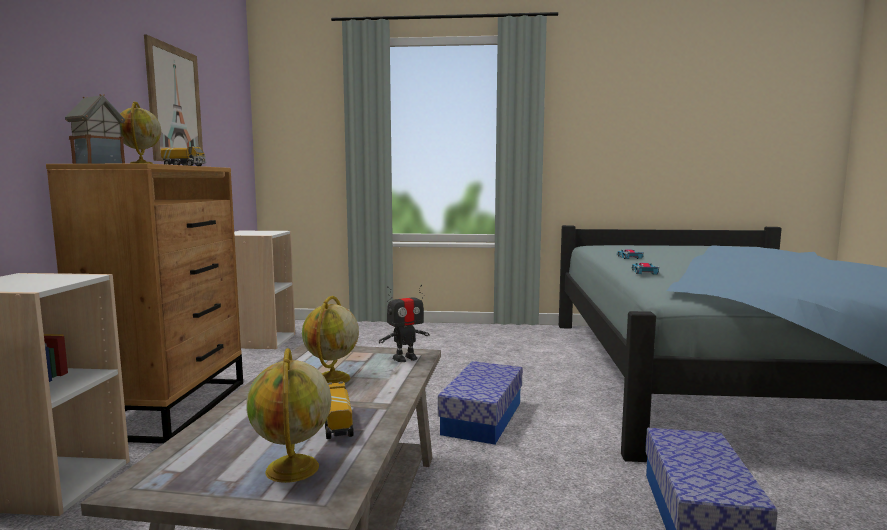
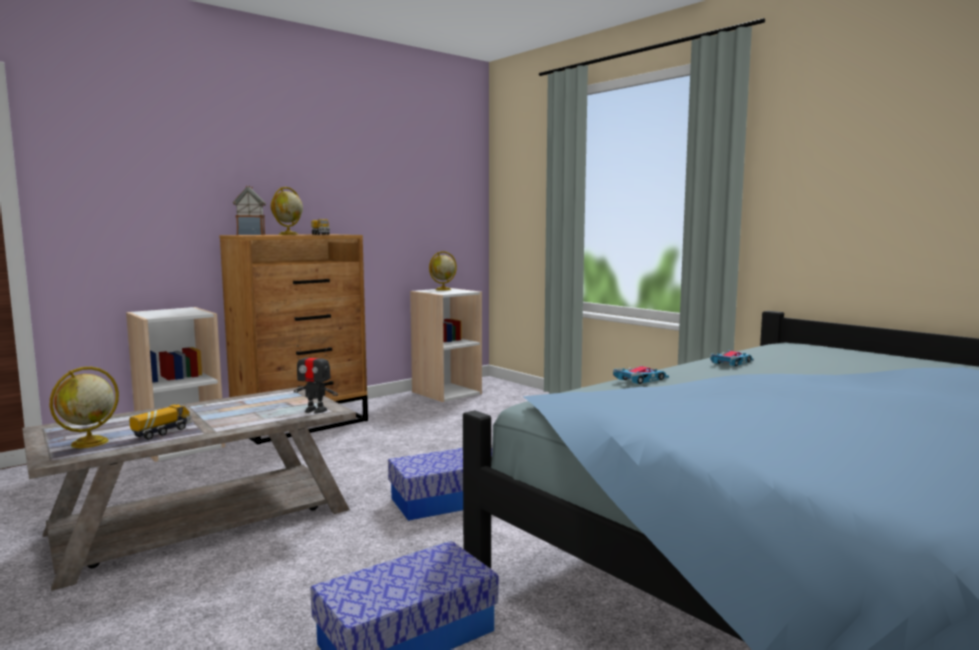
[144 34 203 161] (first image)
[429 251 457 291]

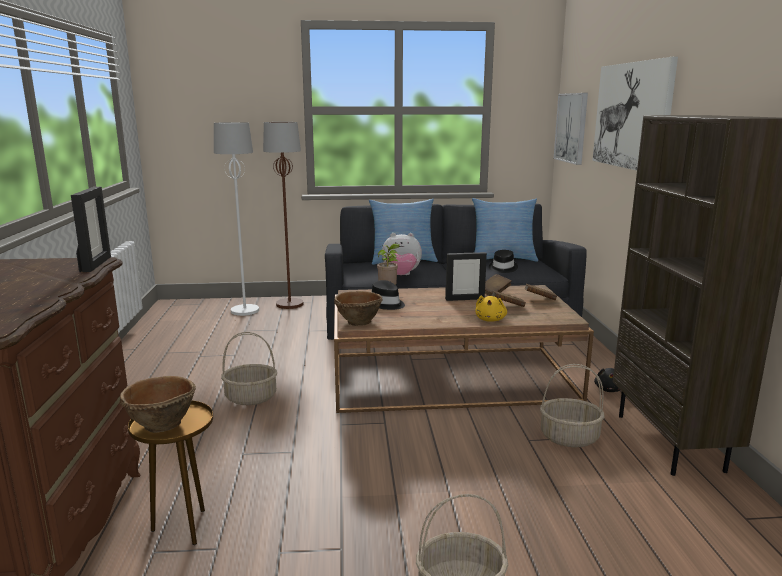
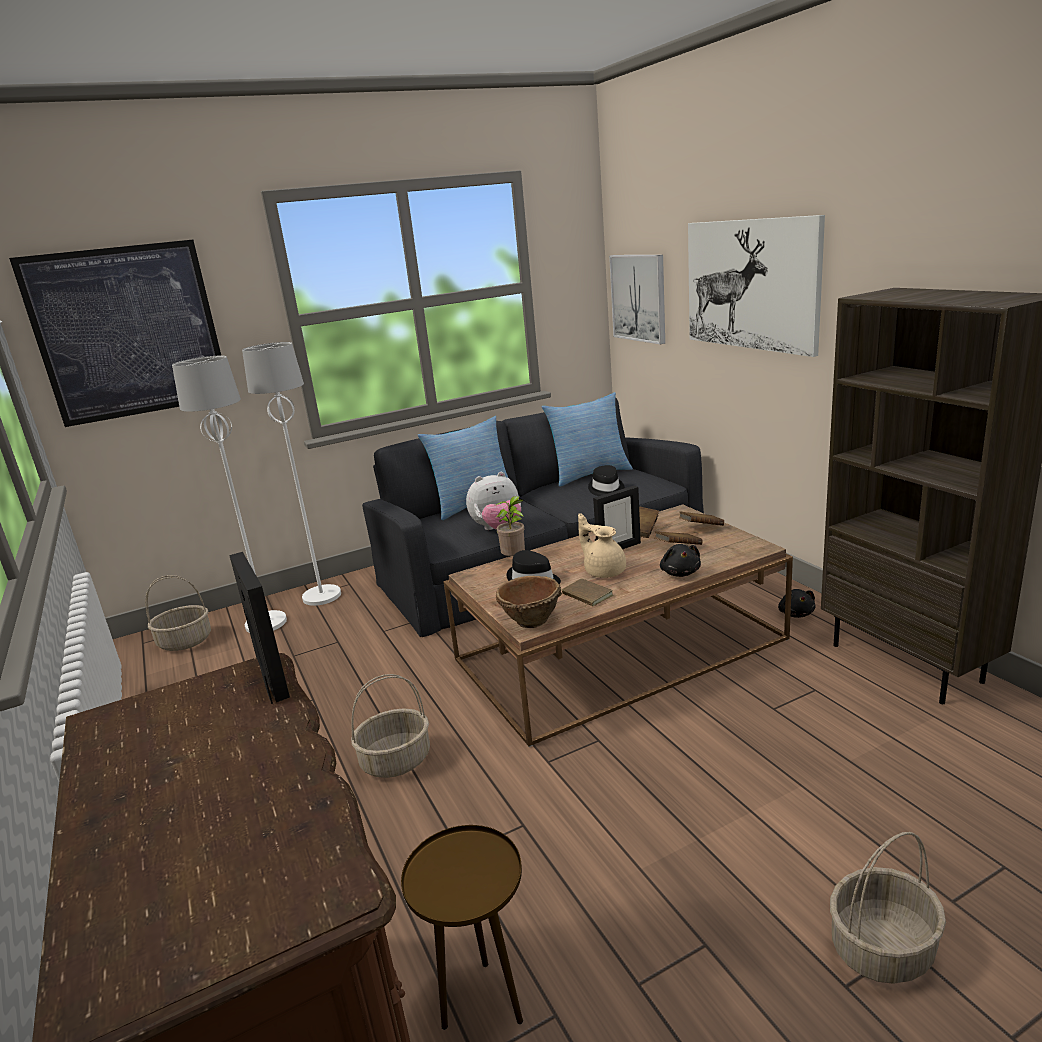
[242 342 341 606]
[660 544 701 577]
[145 575 211 651]
[120 376 196 433] (first image)
[9 240 221 427]
[578 513 626 578]
[562 578 613 606]

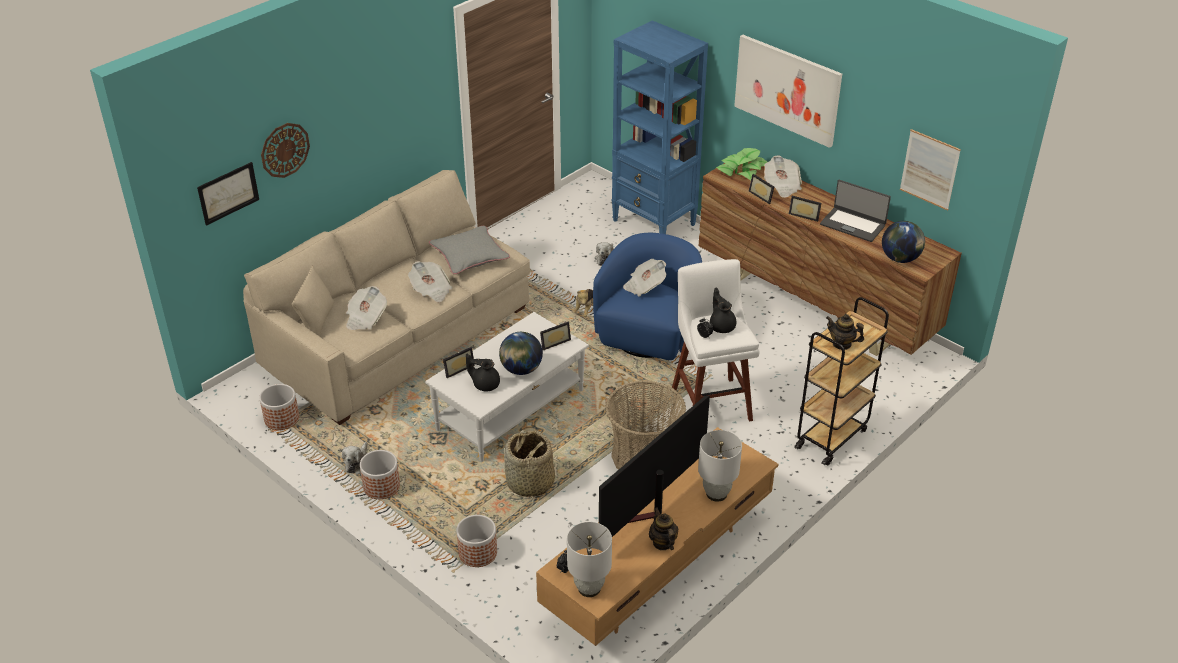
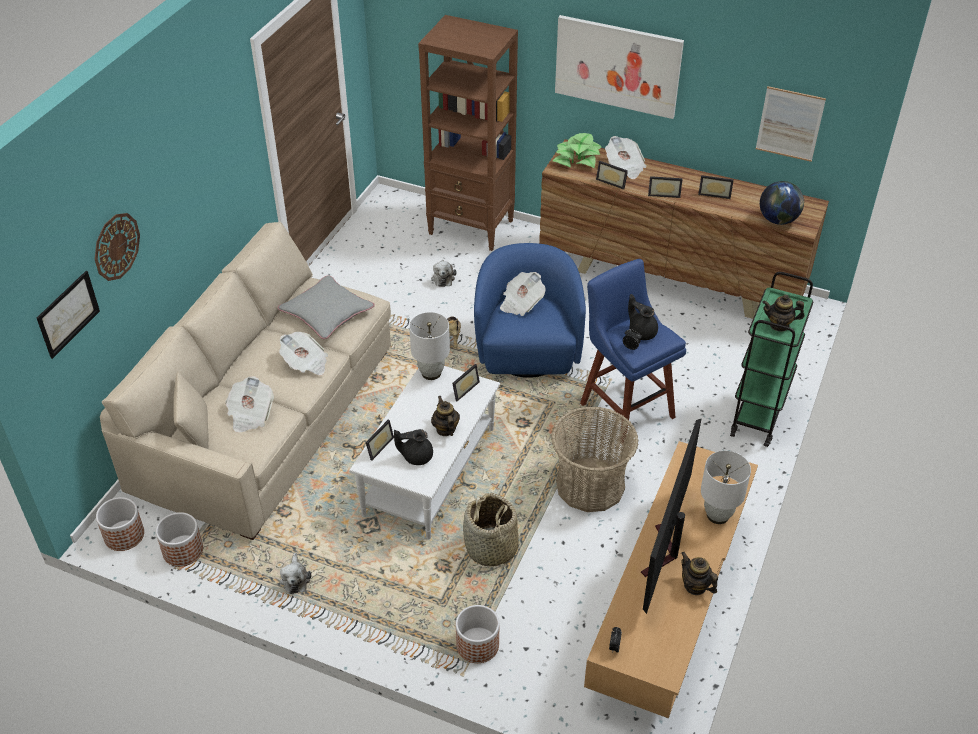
[418 15 518 251]
[698 175 734 199]
[580 259 686 444]
[730 272 813 447]
[431 396 460 436]
[96 497 144 551]
[409 312 450 380]

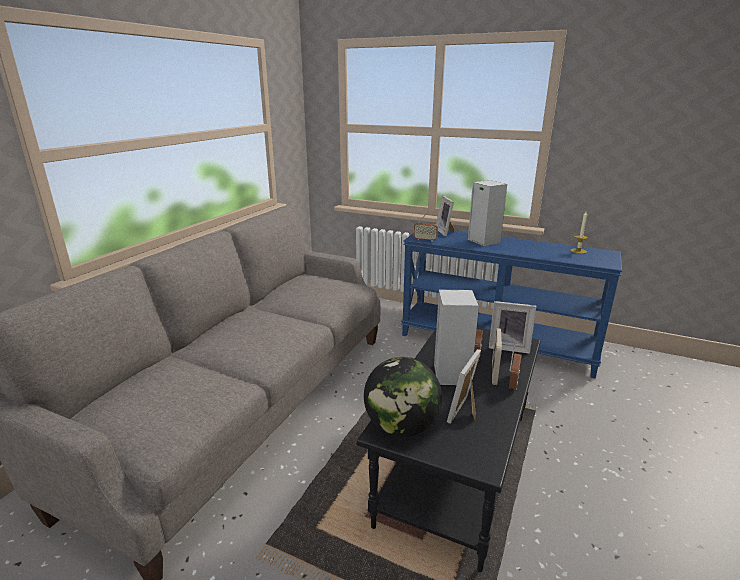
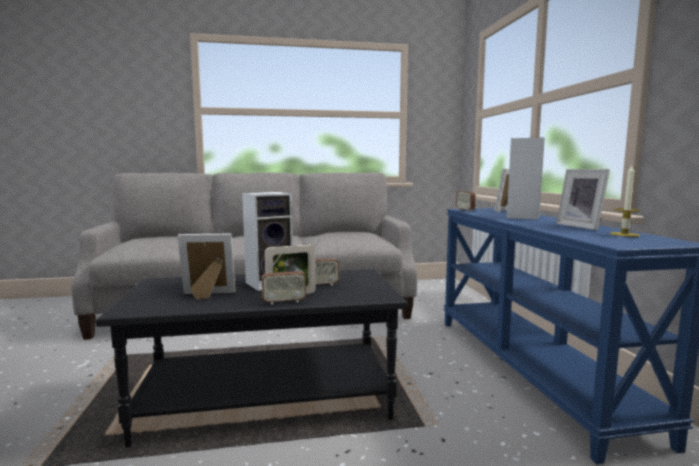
[556 169 610 230]
[364 357 442 437] (first image)

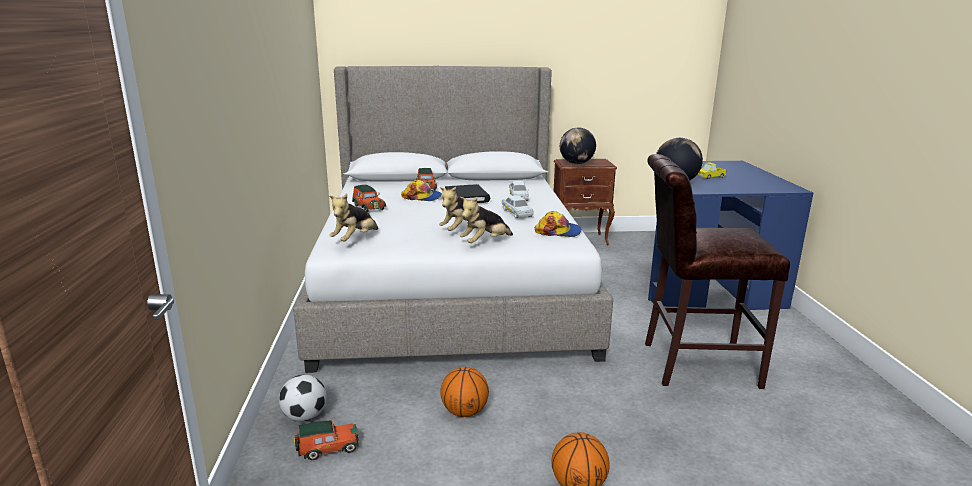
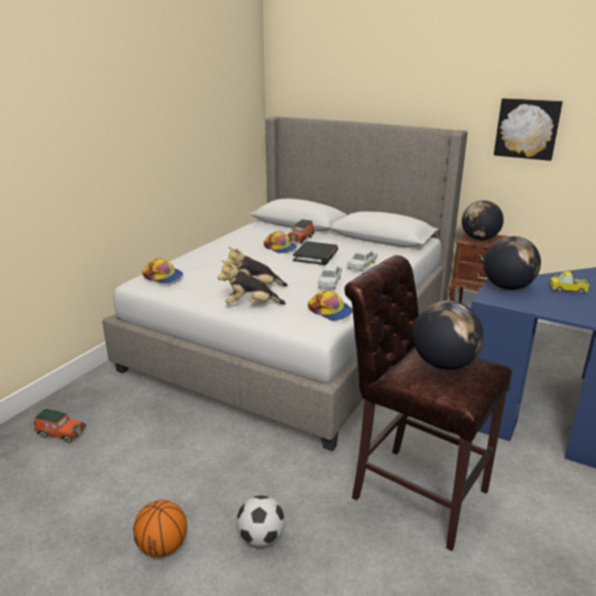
[352 185 386 212] (first image)
[142 258 183 284]
[440 367 489 417] (first image)
[237 495 285 547]
[494 98 563 161]
[413 301 484 370]

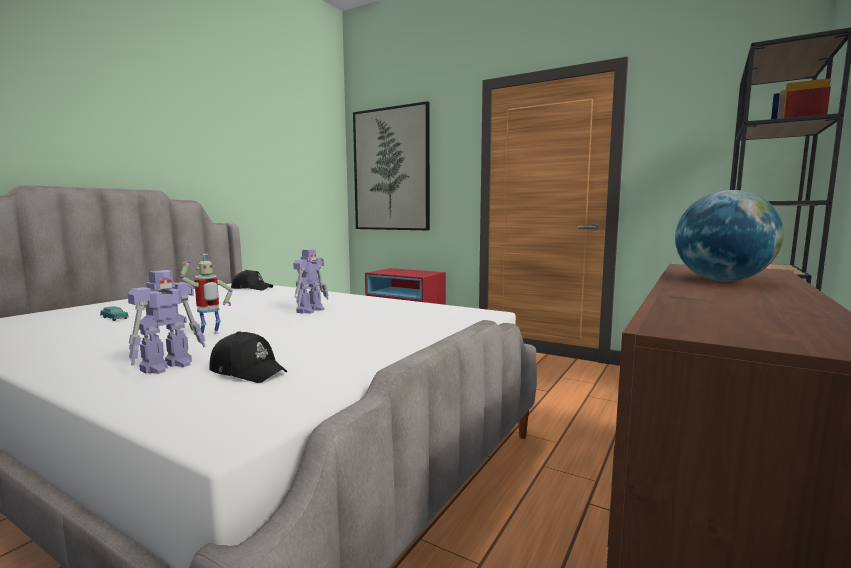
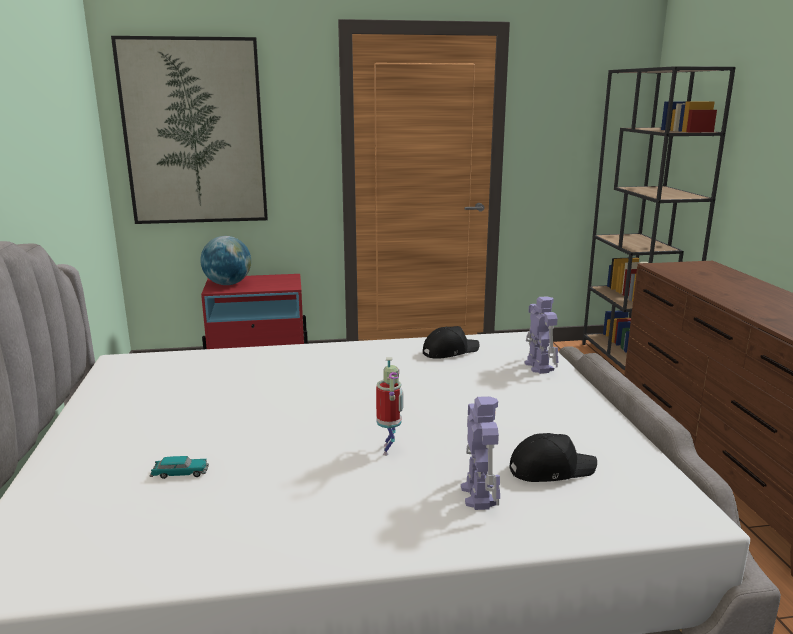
[200 236 251 285]
[525 296 558 374]
[423 326 479 359]

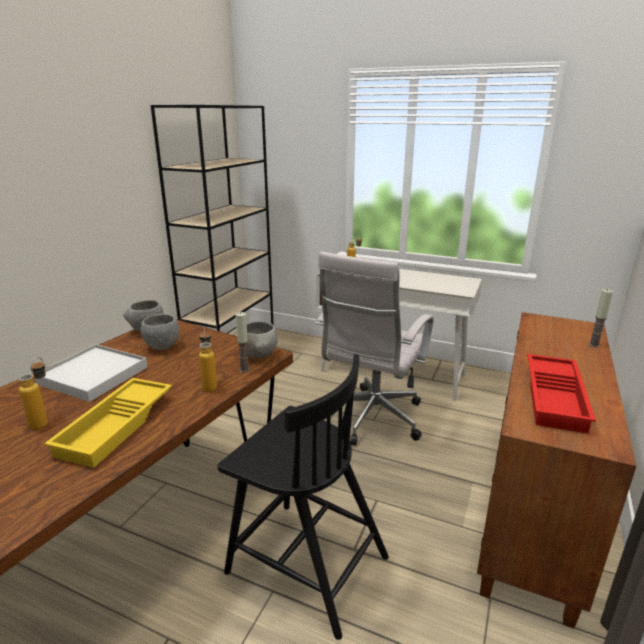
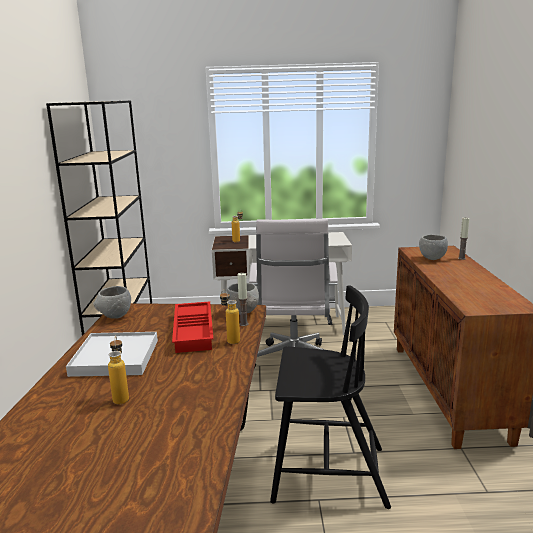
[419 234 448 260]
[172 301 213 353]
[44 378 172 468] (first image)

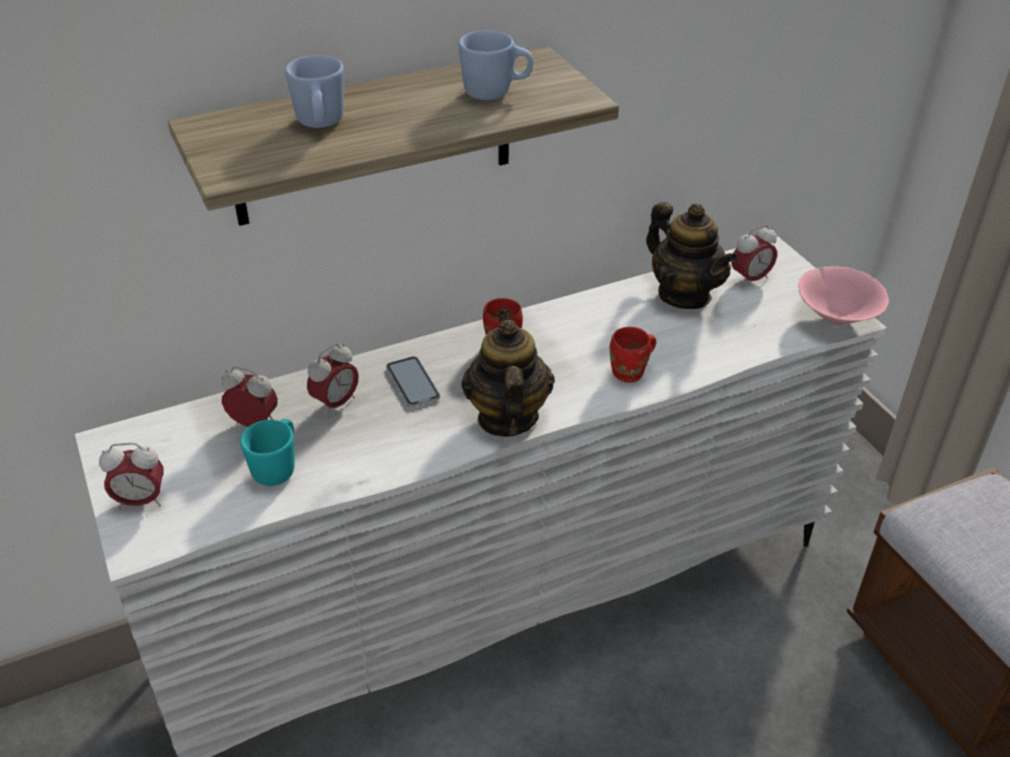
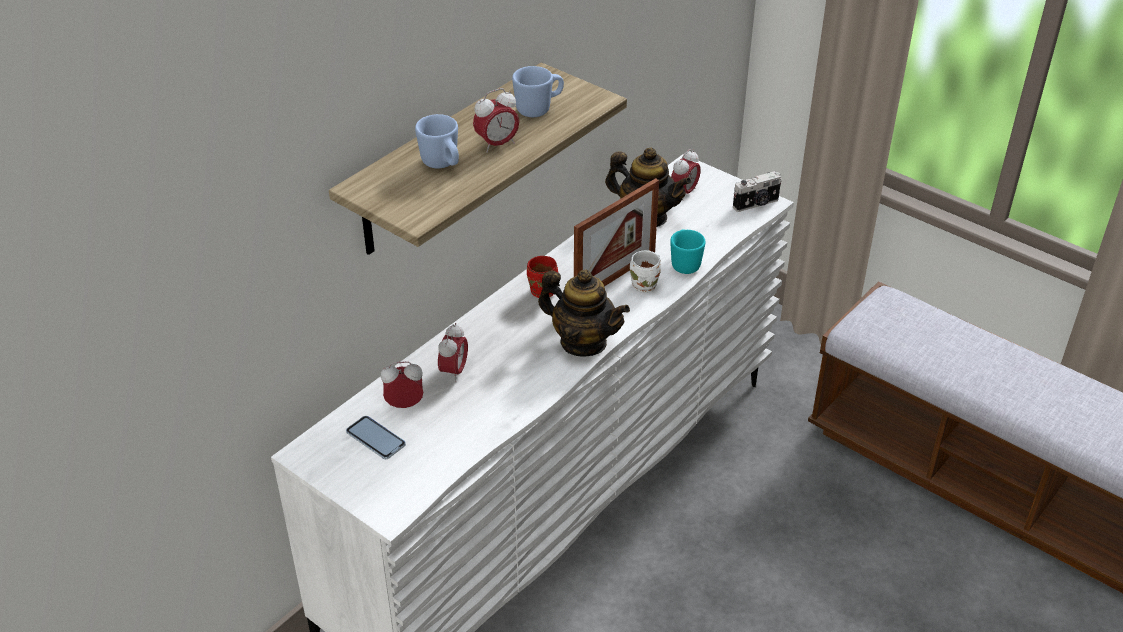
[733 171 781 212]
[538 270 630 357]
[630 250 661 293]
[346 416 406 459]
[670 229 706 274]
[473 88 519 153]
[574 178 659 287]

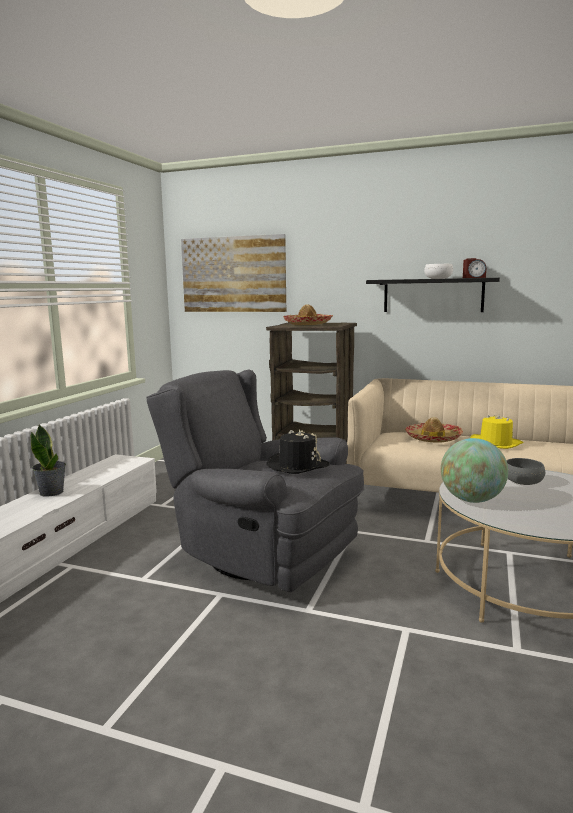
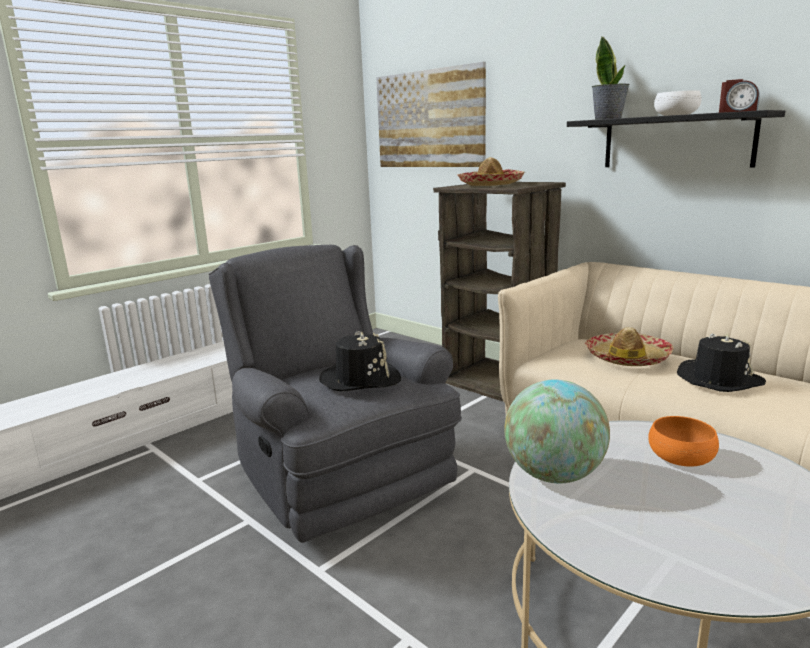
[677 334 766 392]
[592 37 630 120]
[648 416 719 466]

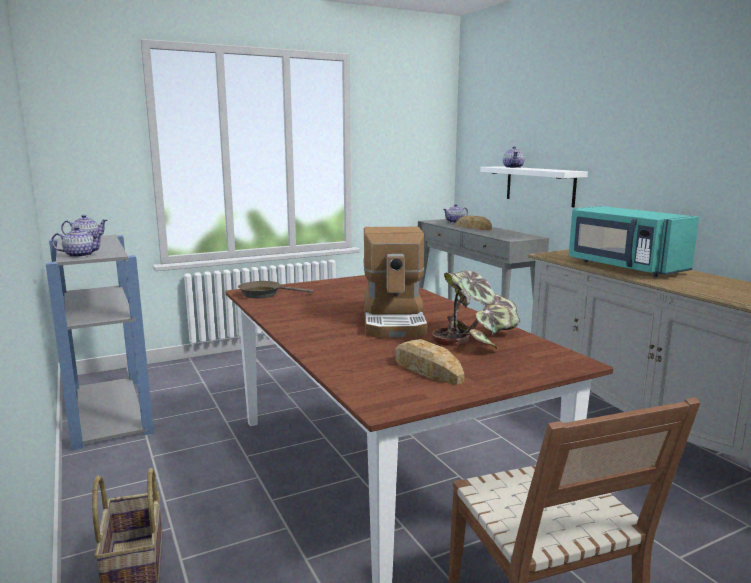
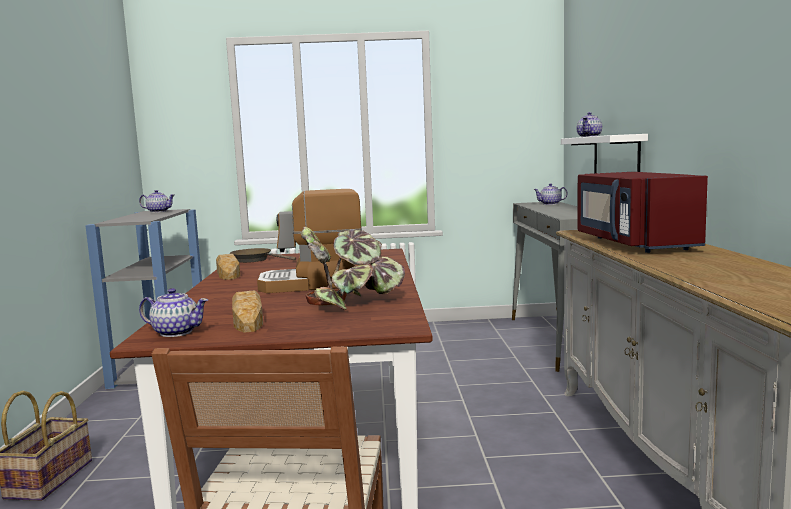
[577 172 708 253]
[216 254 240 280]
[139 288 208 337]
[257 189 364 293]

